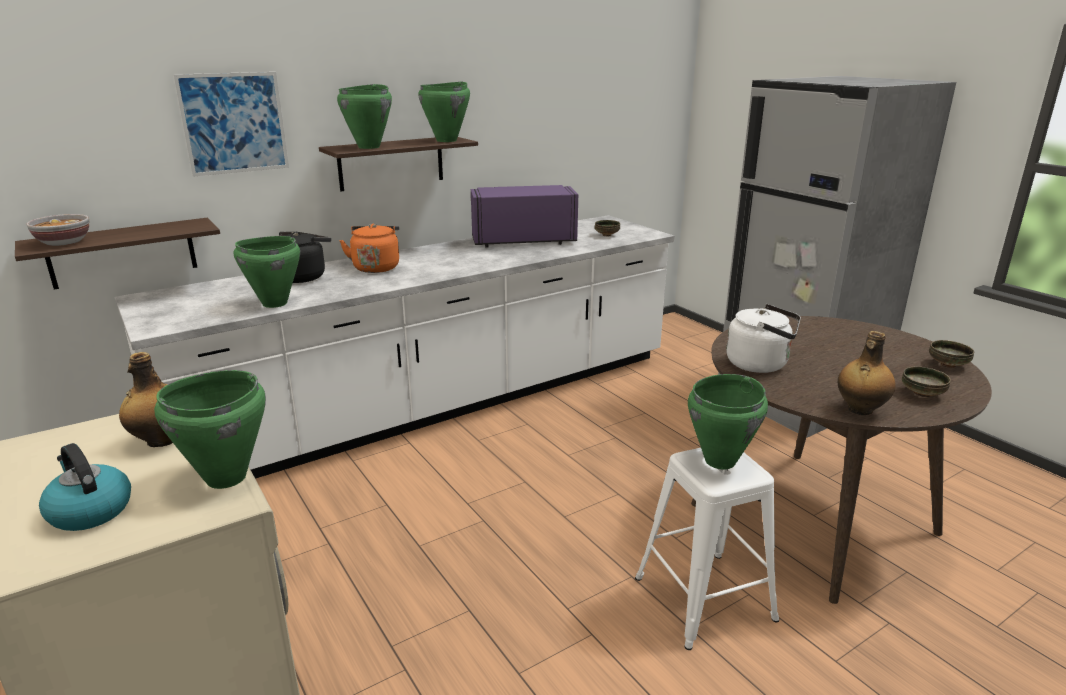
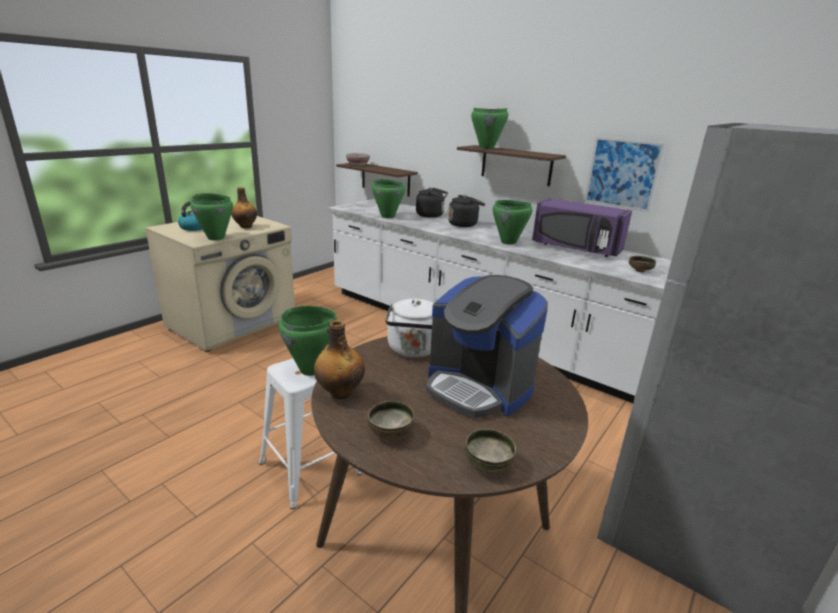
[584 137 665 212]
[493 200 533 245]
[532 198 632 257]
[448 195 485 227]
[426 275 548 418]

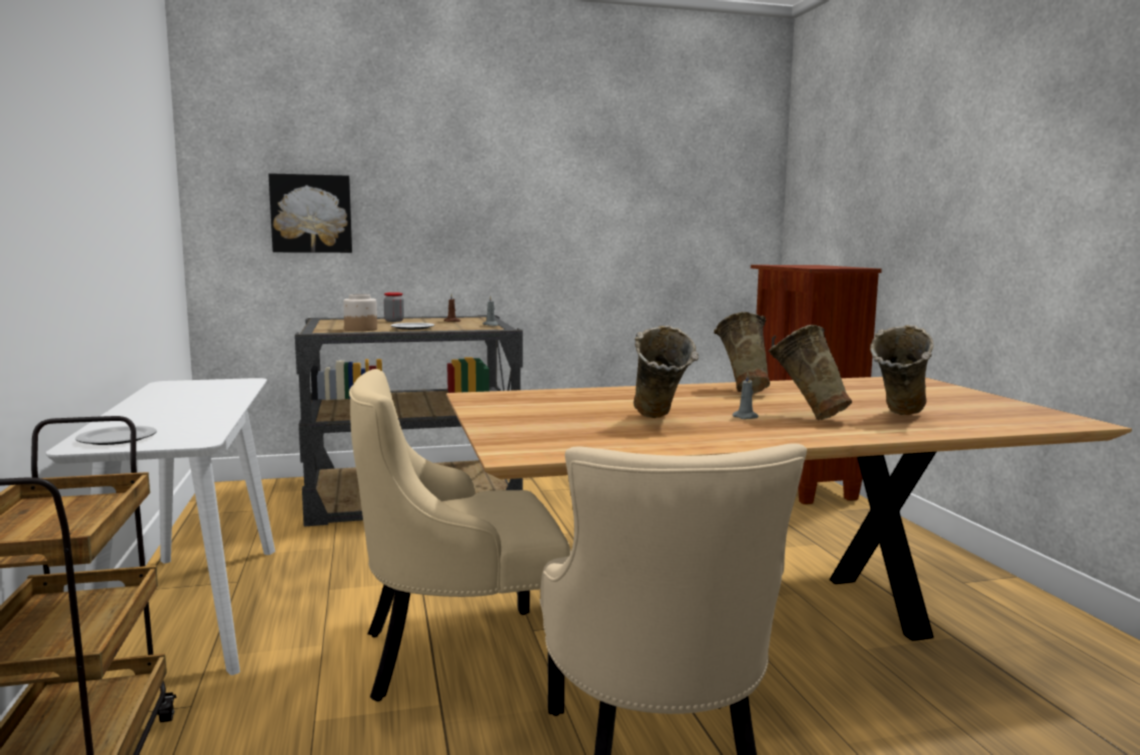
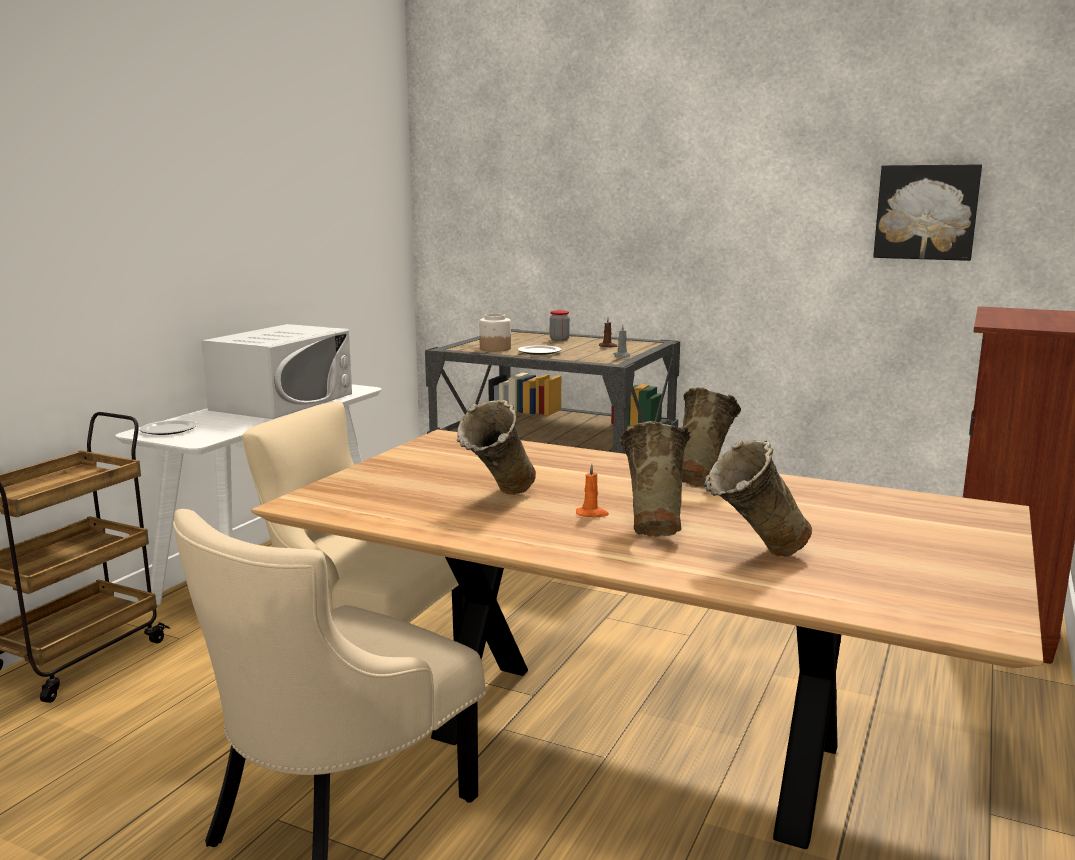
[873 164 982 261]
[576 464 609 517]
[201 324 352 419]

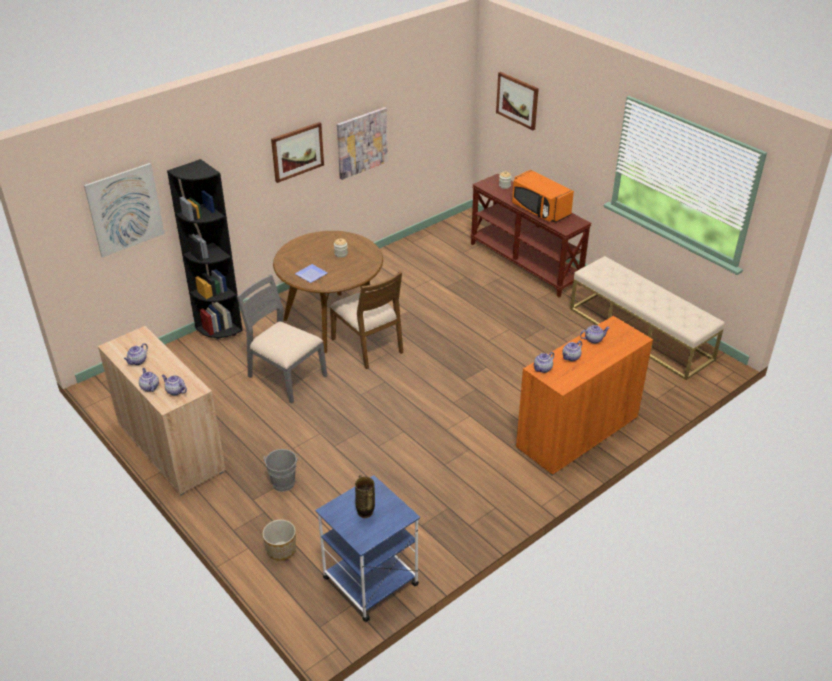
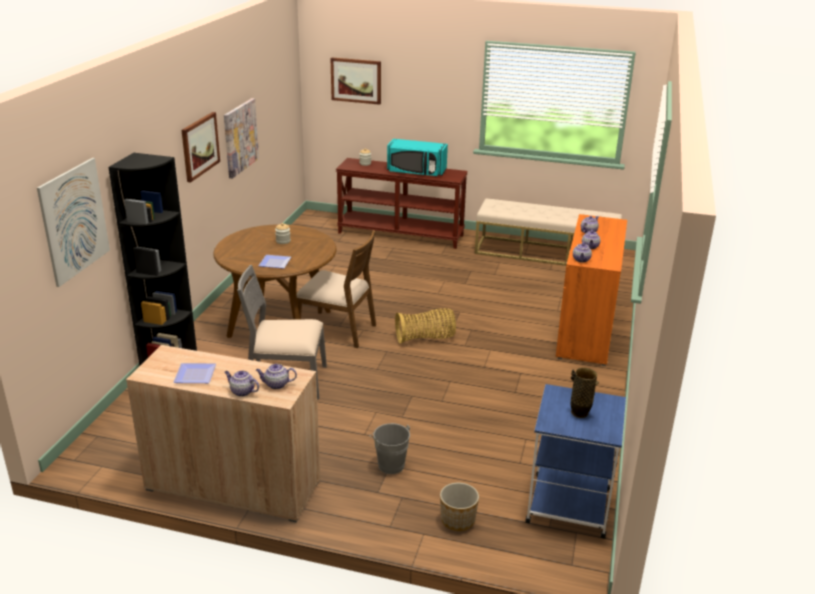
[387 139 448 176]
[173 363 216 383]
[395 308 456 344]

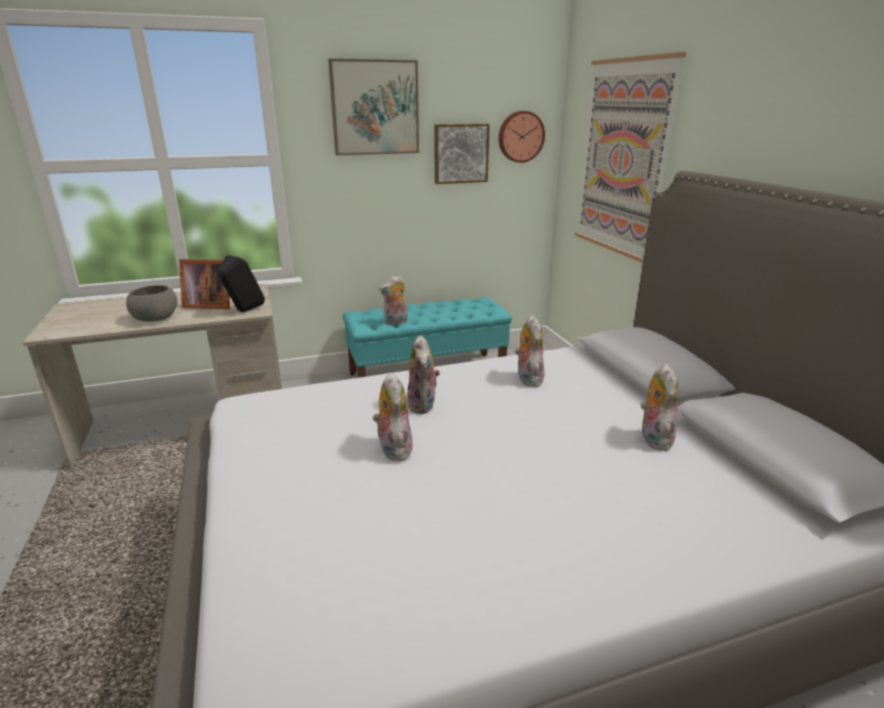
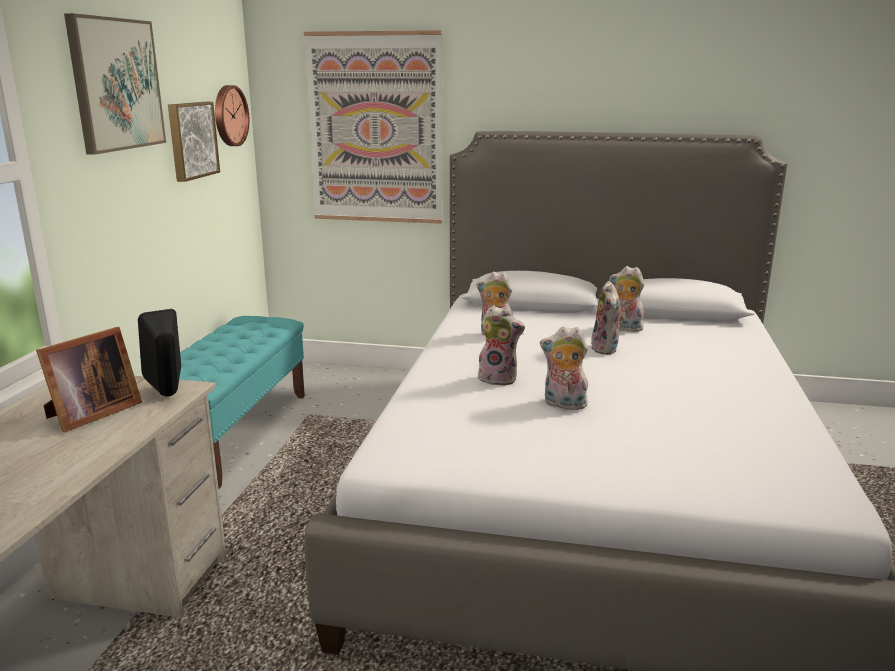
[589 281 625 355]
[126 285 177 322] (first image)

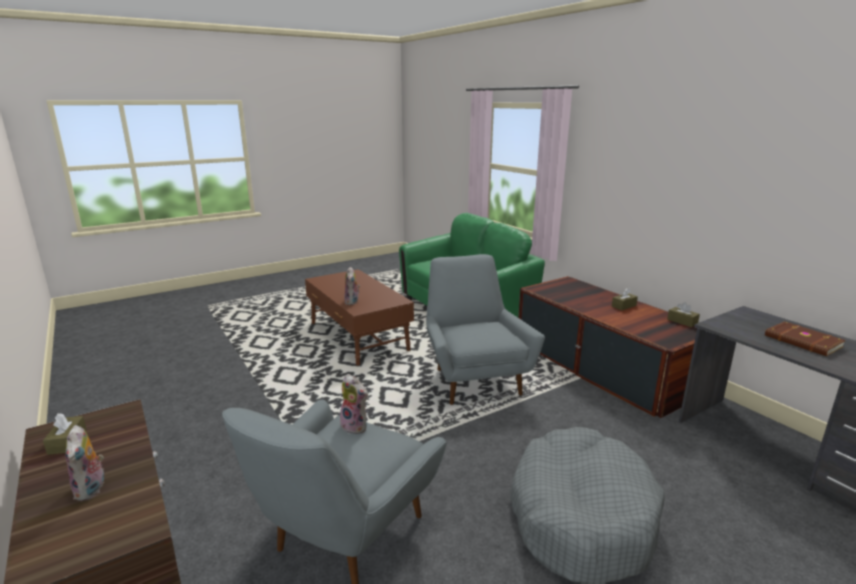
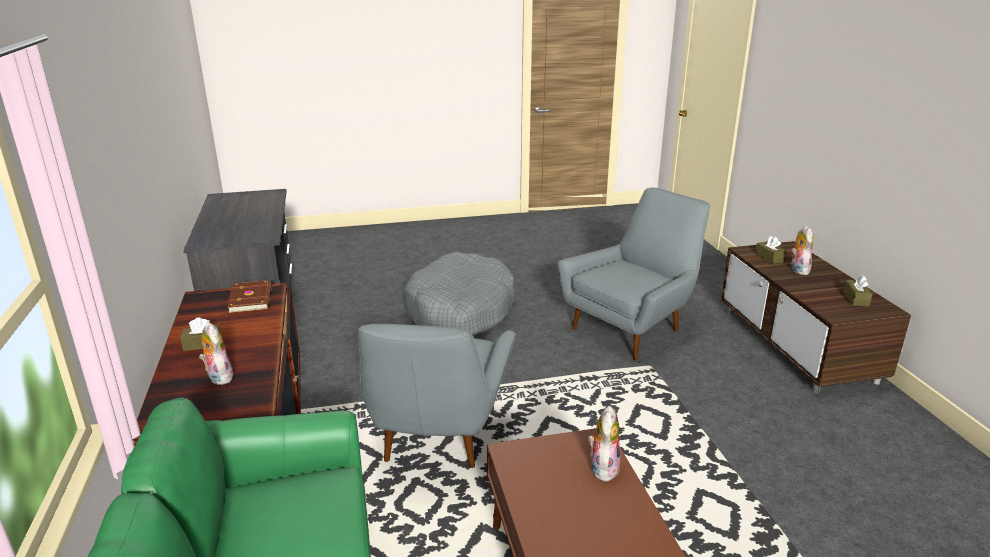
[755 236 787 264]
[227 280 272 314]
[199 322 235 385]

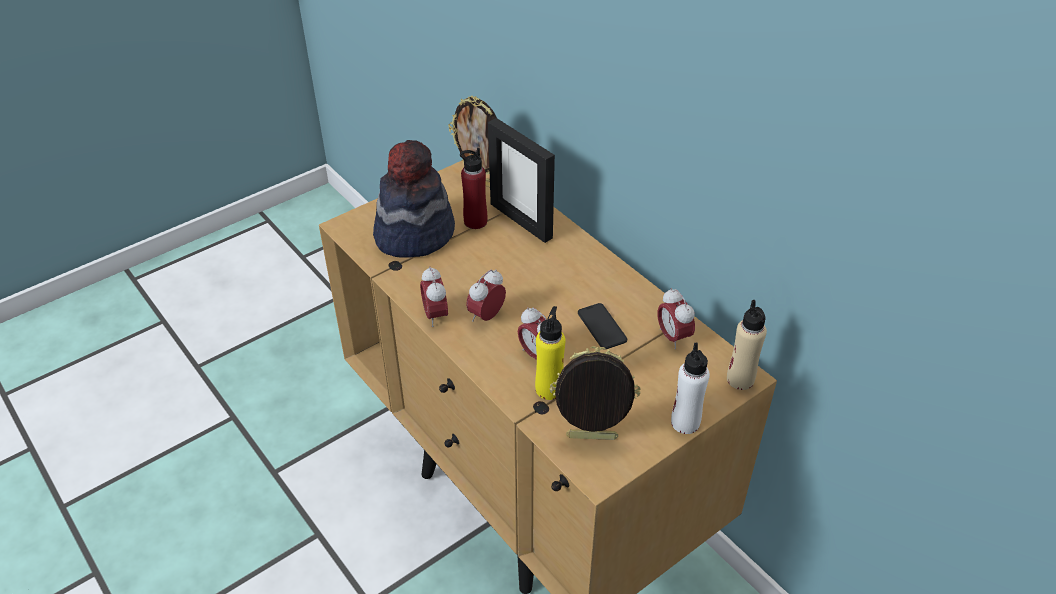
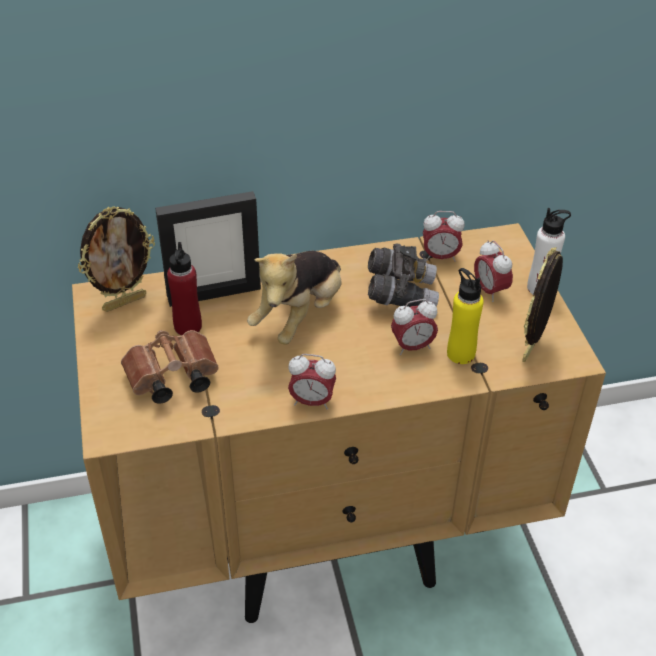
[121 330 219 404]
[474 240 513 302]
[727 300 767 390] (first image)
[368 244 439 307]
[247 251 342 345]

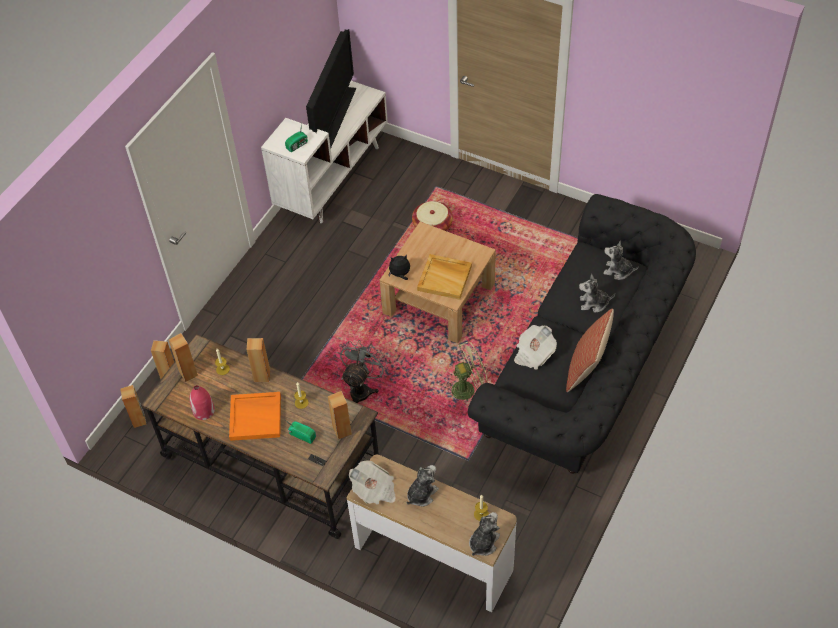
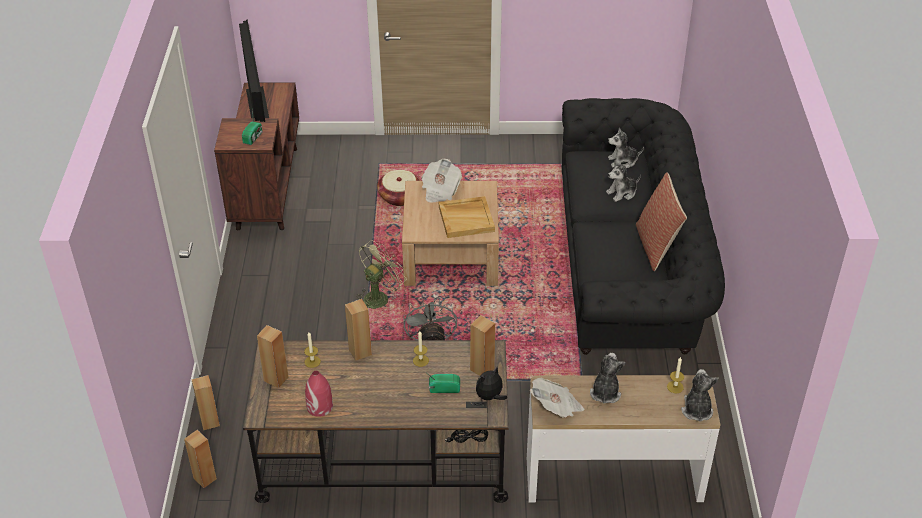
[214 83 299 230]
[476 367 507 400]
[421 159 462 203]
[356 240 406 309]
[229 392 281 441] (first image)

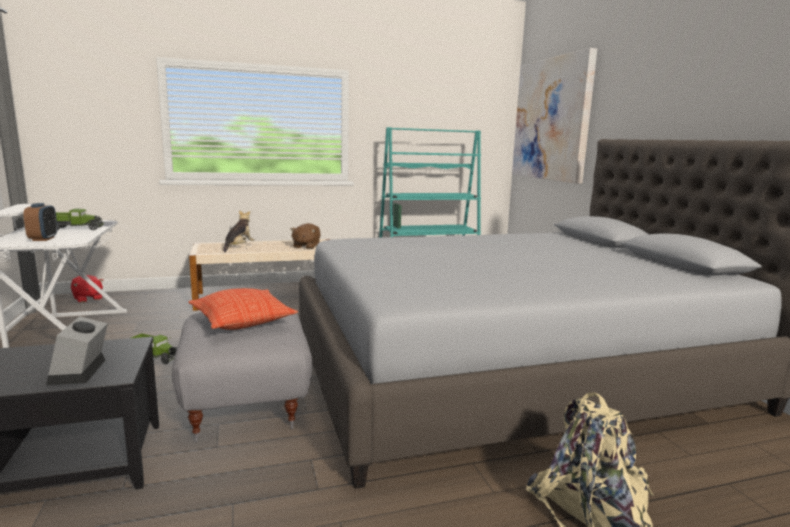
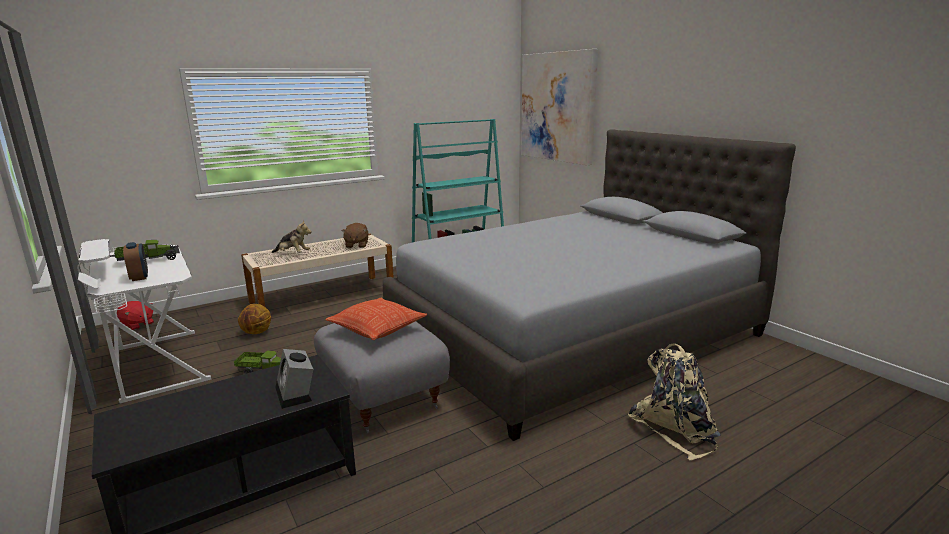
[272 220 312 253]
[238 304 271 334]

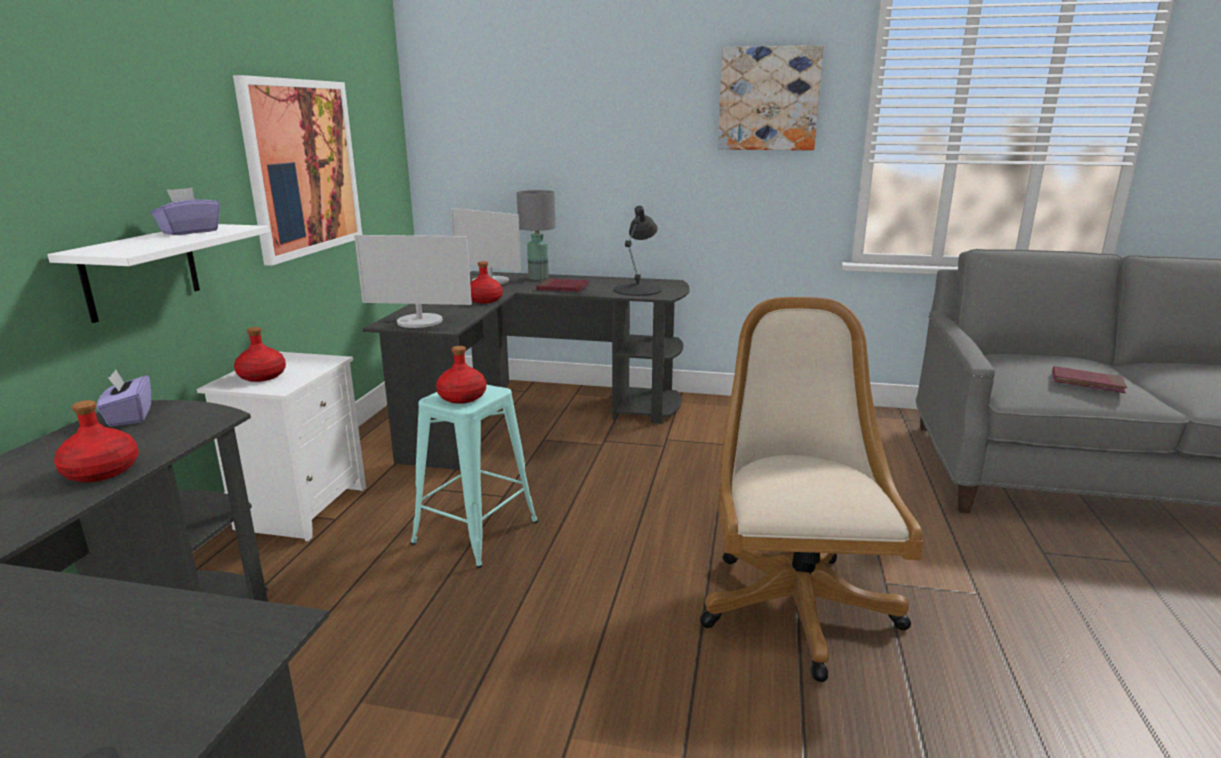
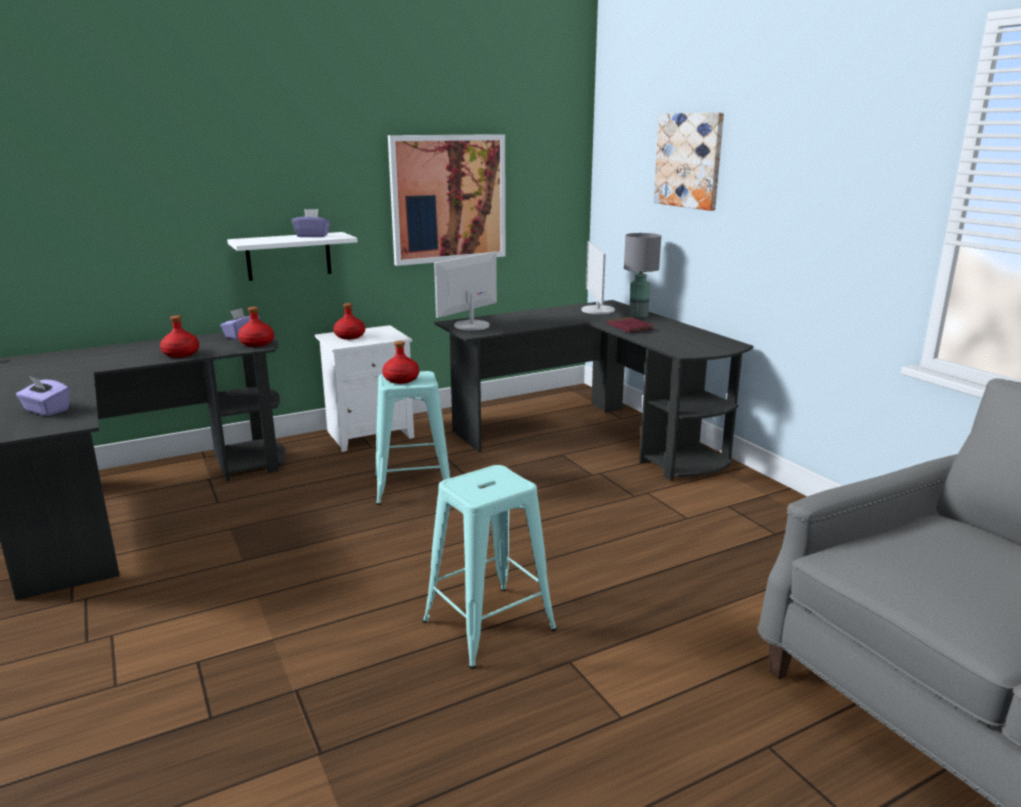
[654 113 724 211]
[613 206 662 296] (first image)
[434 252 497 330]
[238 307 274 347]
[423 465 557 669]
[1052 366 1127 393] (first image)
[16 376 70 416]

